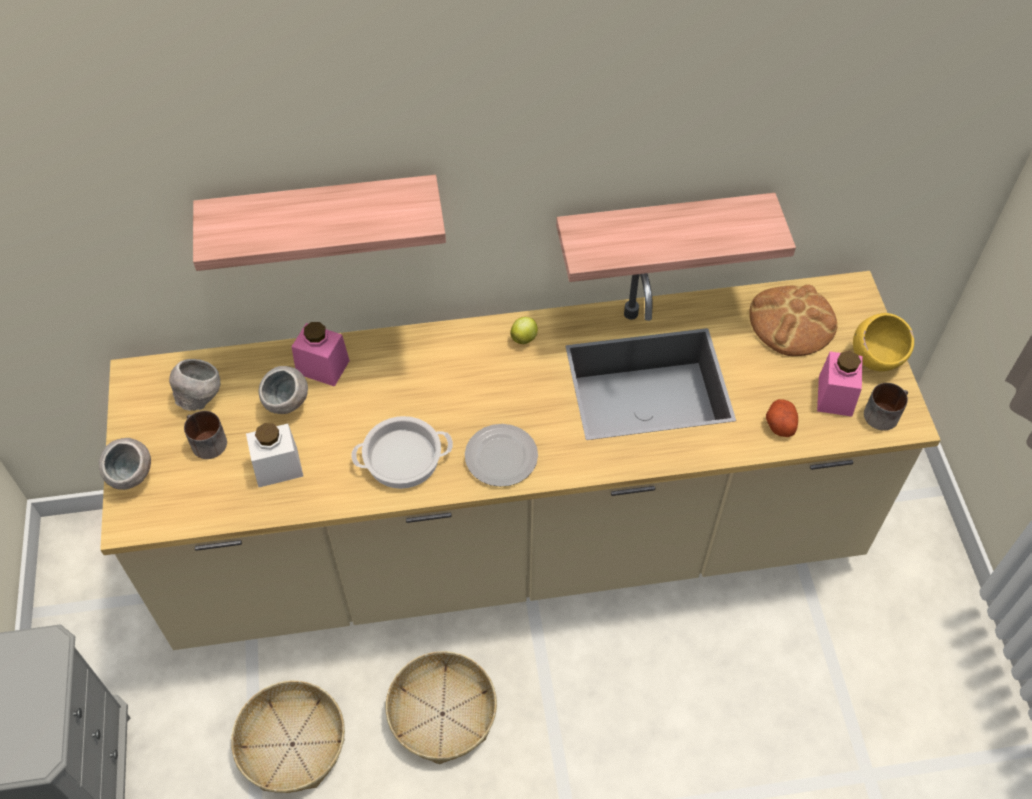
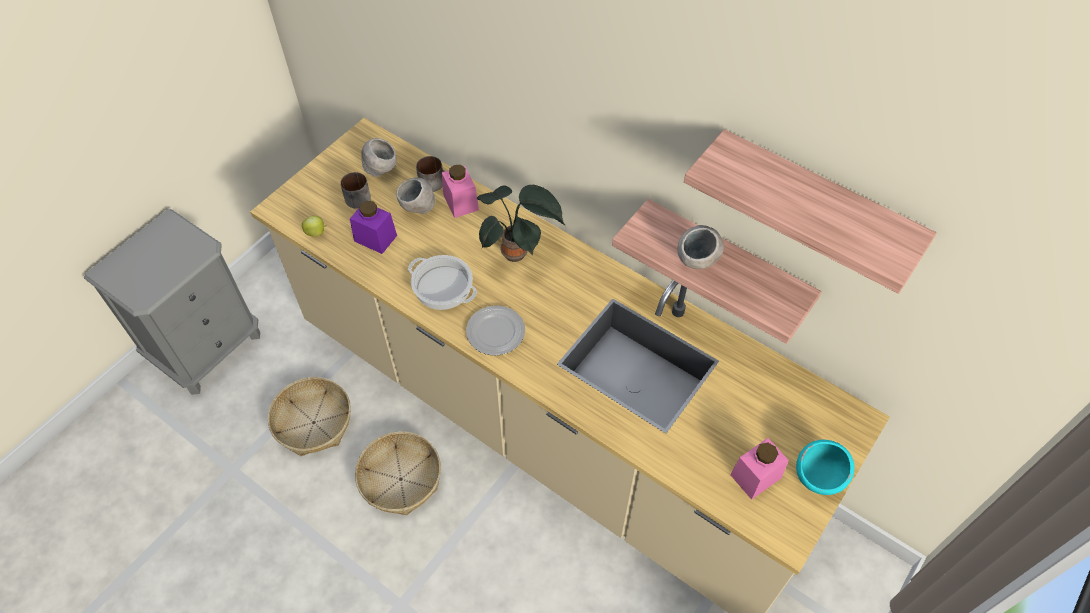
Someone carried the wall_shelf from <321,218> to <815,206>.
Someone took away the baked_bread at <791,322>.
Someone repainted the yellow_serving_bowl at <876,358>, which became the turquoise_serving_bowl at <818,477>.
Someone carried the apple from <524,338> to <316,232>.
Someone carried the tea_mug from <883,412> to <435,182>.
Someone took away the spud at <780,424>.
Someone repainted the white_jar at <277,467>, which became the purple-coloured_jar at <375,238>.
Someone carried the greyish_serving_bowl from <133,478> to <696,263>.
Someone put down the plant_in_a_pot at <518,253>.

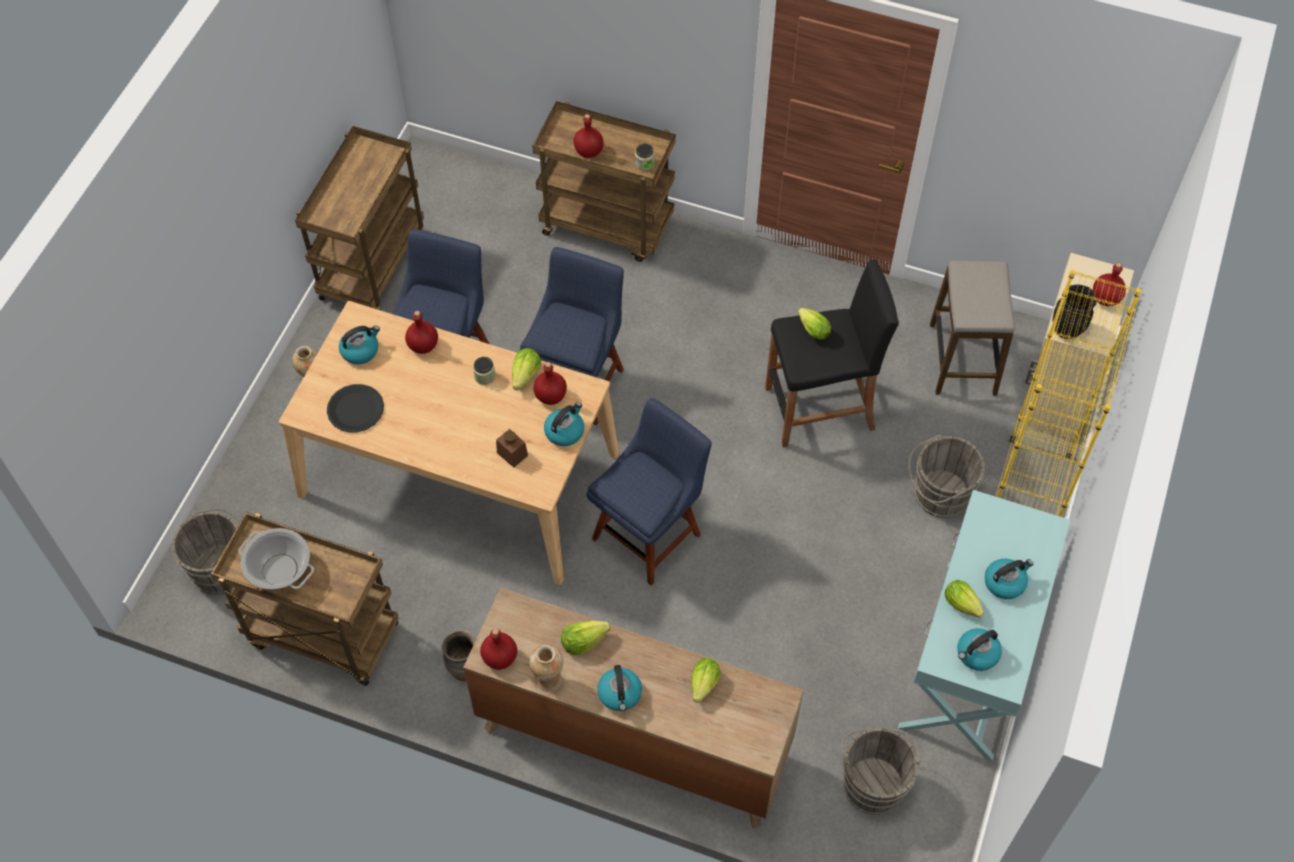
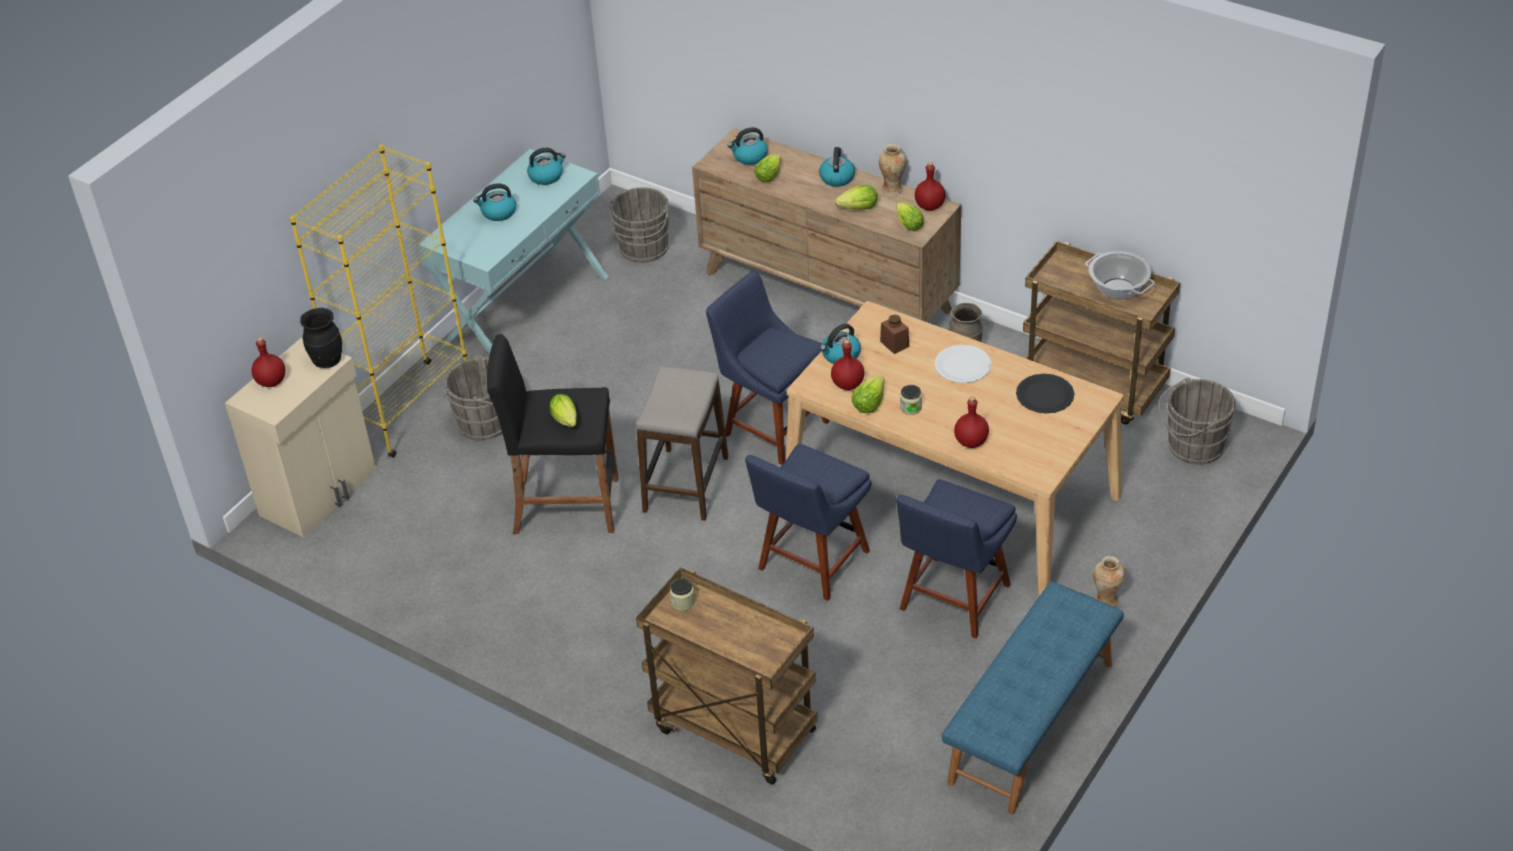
Someone took away the red-coloured_bottle at <588,151>.
Someone swapped the brown_trolley at <372,264> for the blue_long_seat at <1032,723>.
Someone carried the stool_seat from <962,359> to <686,484>.
Someone carried the tea_kettle from <360,350> to <749,157>.
Someone rotated the blue_upright_chair at <650,533> by 75 degrees clockwise.
Someone carried the lettuce from <963,606> to <907,224>.
Someone put down the white_dinner_plate at <962,365>.

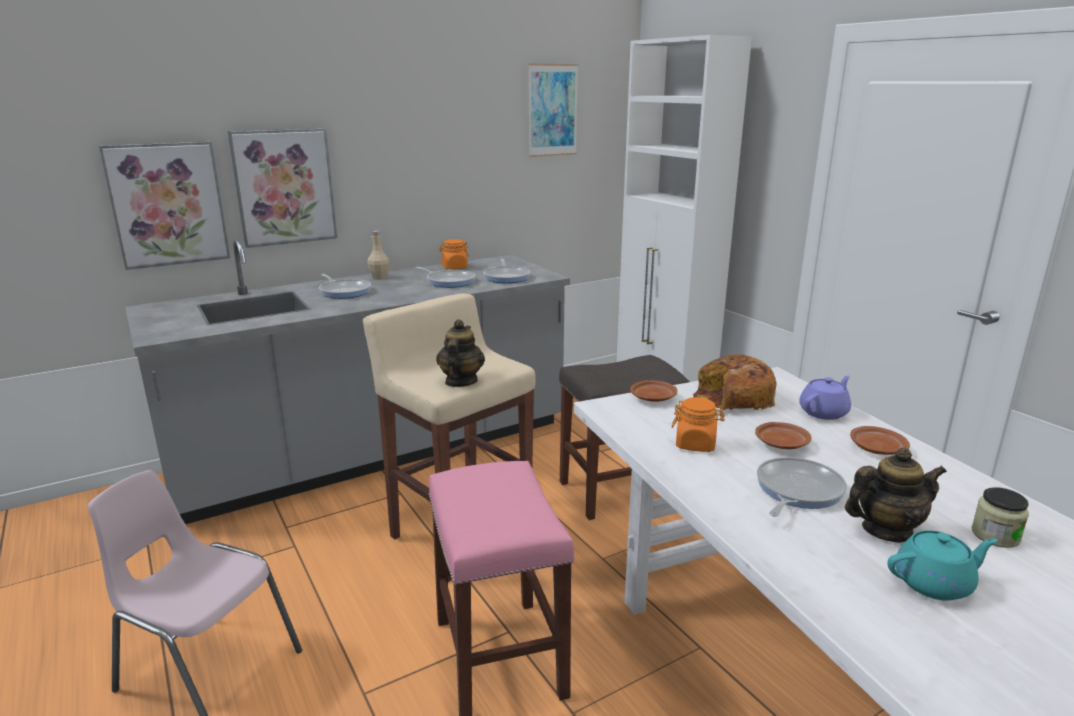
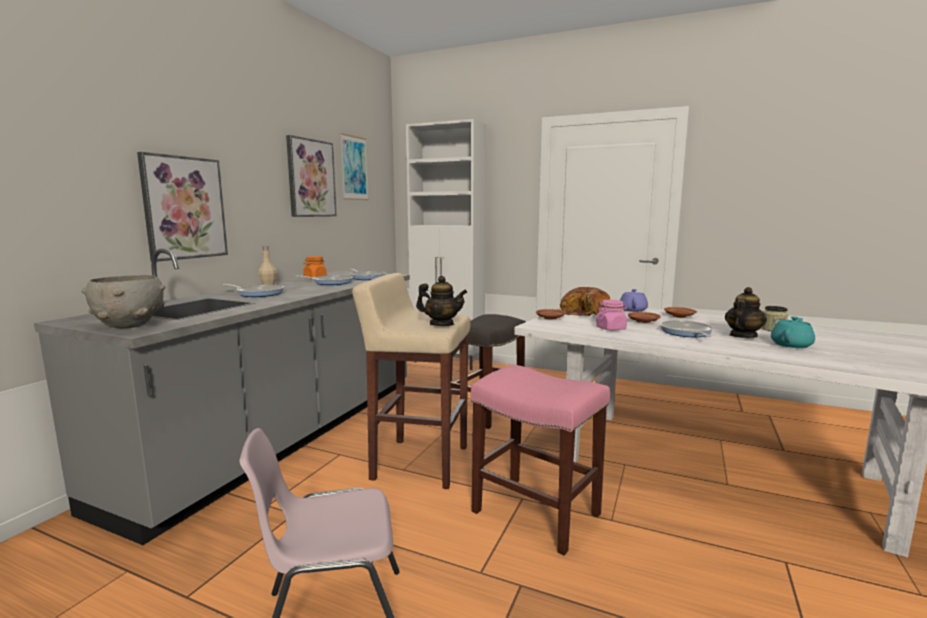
Someone carried the wall_picture from <167,204> to <311,178>.
Someone rotated the teapot at <460,381> by 135 degrees clockwise.
Someone repainted the orange_jar at <695,444>, which became the pinkish_jar at <611,328>.
Someone put down the greyish_serving_bowl at <130,326>.

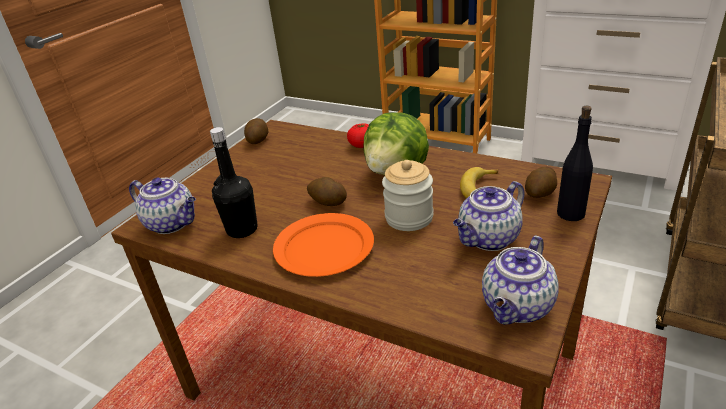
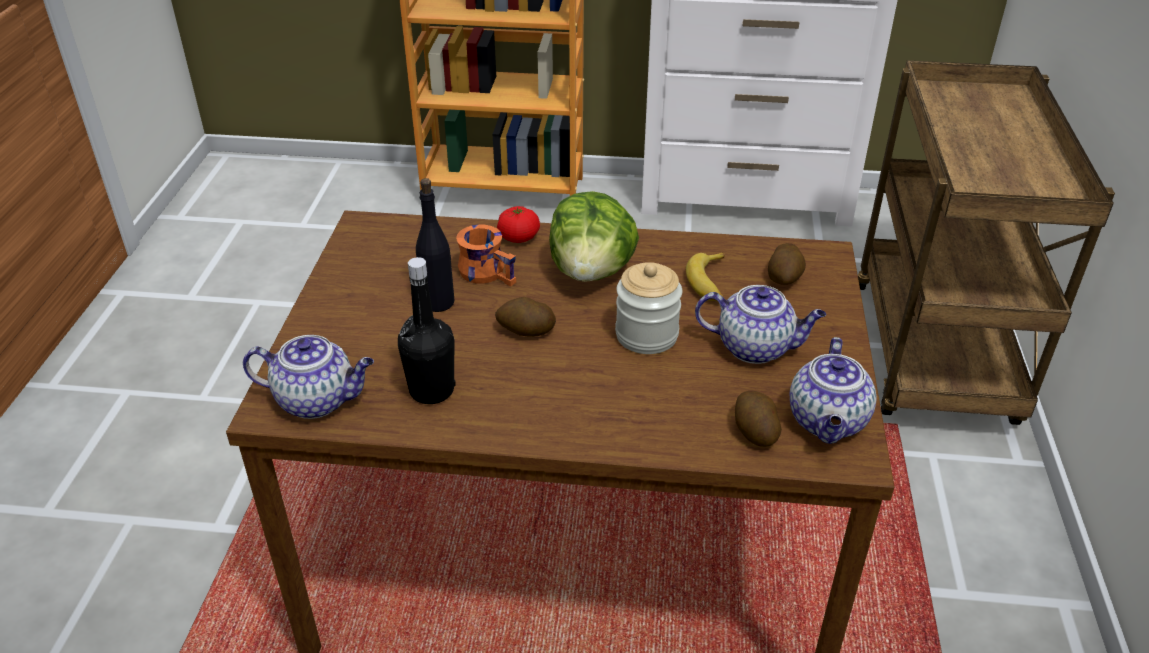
Someone carried the black_bottle from <571,213> to <438,302>.
Someone carried the spud from <257,140> to <754,431>.
Someone rotated the teapot at <488,239> by 105 degrees counterclockwise.
Someone took away the orange_dinner_plate at <324,248>.
Someone put down the orange_tea_mug at <489,272>.

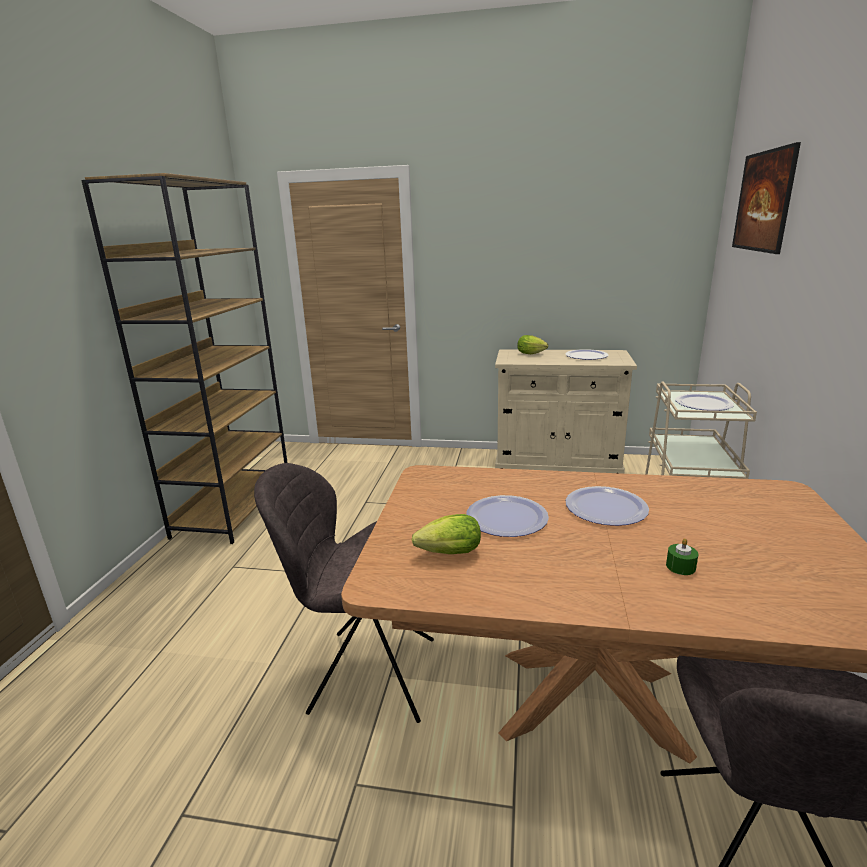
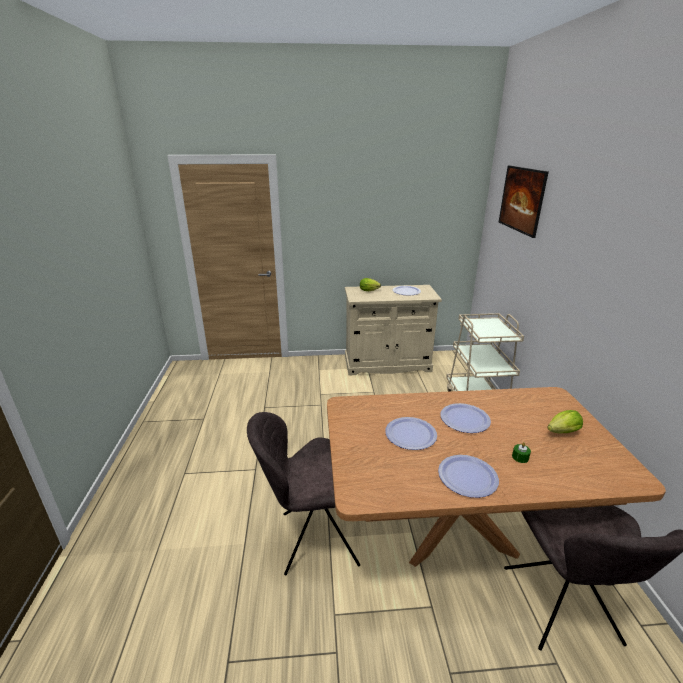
Someone took away the brown_shelving_unit at <234,507>.
Someone carried the dinner_plate from <703,404> to <467,476>.
Someone carried the lettuce from <446,554> to <561,433>.

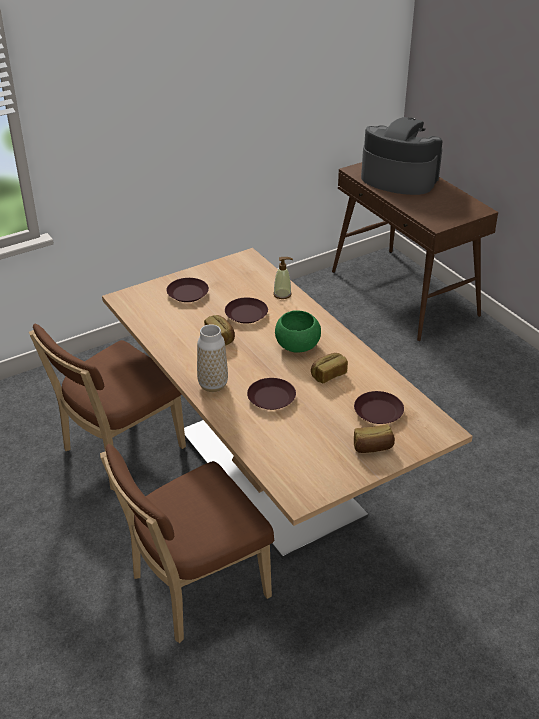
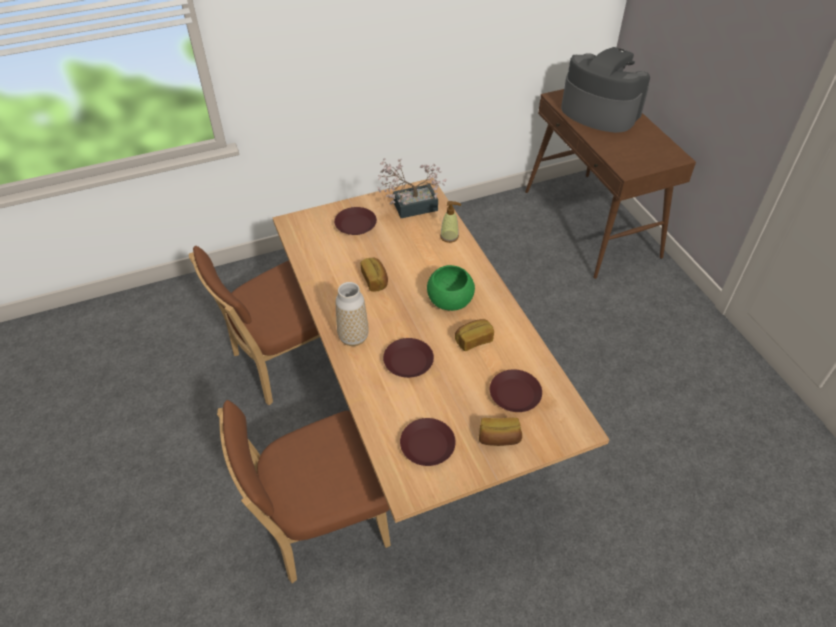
Someone carried the brown_dinner_plate from <246,314> to <428,445>.
Someone put down the plant_in_a_pot at <410,207>.

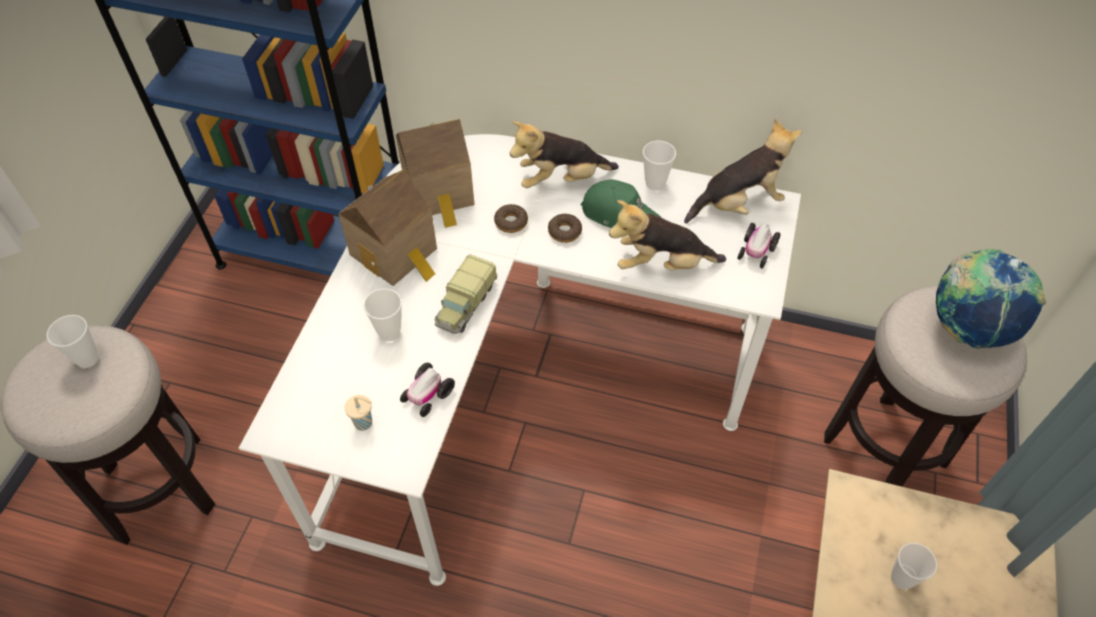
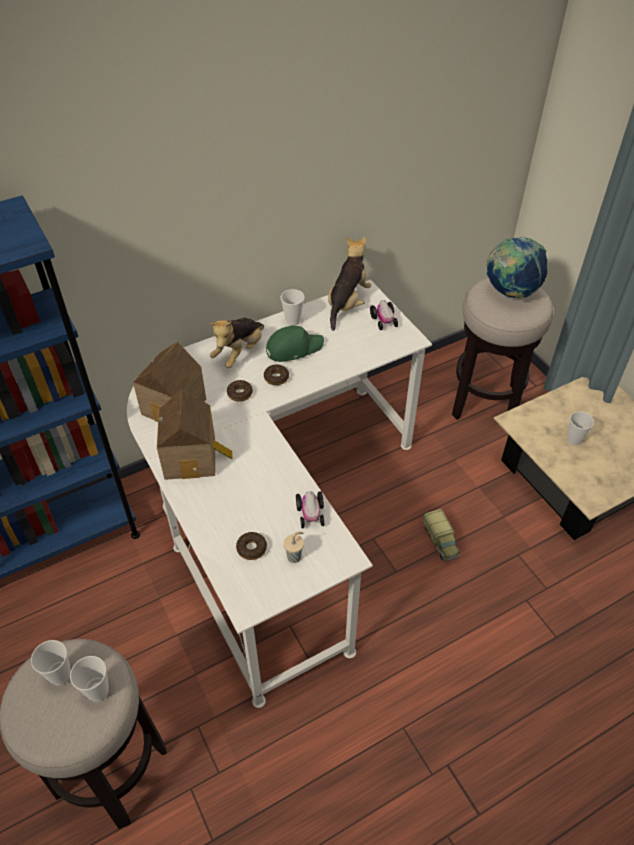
Someone took away the cuddly_toy at <661,264>.
Someone carried the toy_lorry from <465,304> to <440,541>.
Someone carried the small_cup from <389,332> to <98,691>.
Someone put down the donut at <251,548>.

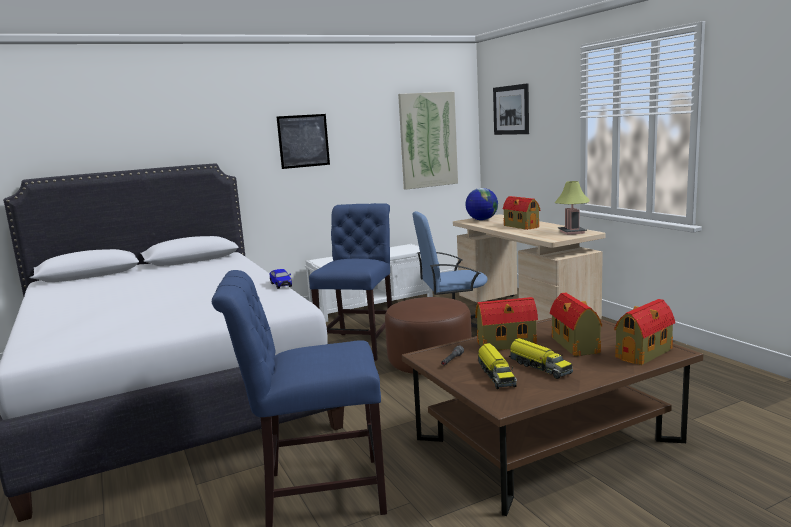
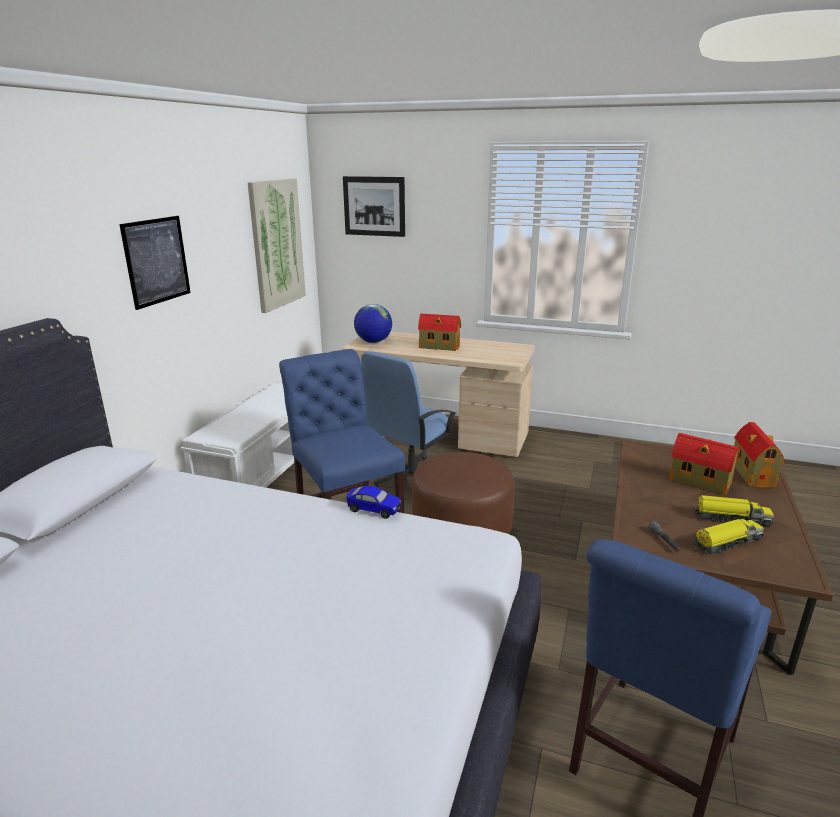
Someone took away the tabletop_lamp at <572,232>.
Someone took away the miniature_house at <505,344>.
Someone rotated the toy_lorry at <496,375> by 60 degrees counterclockwise.

